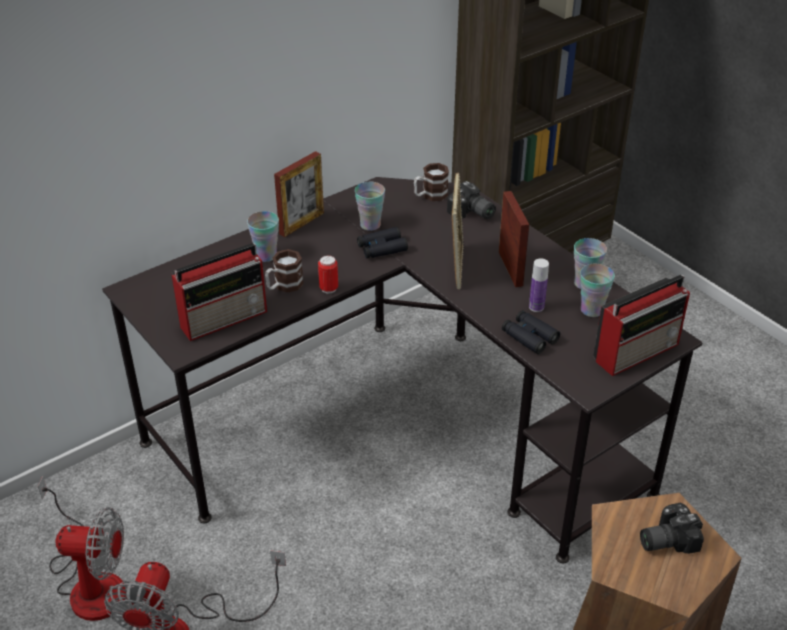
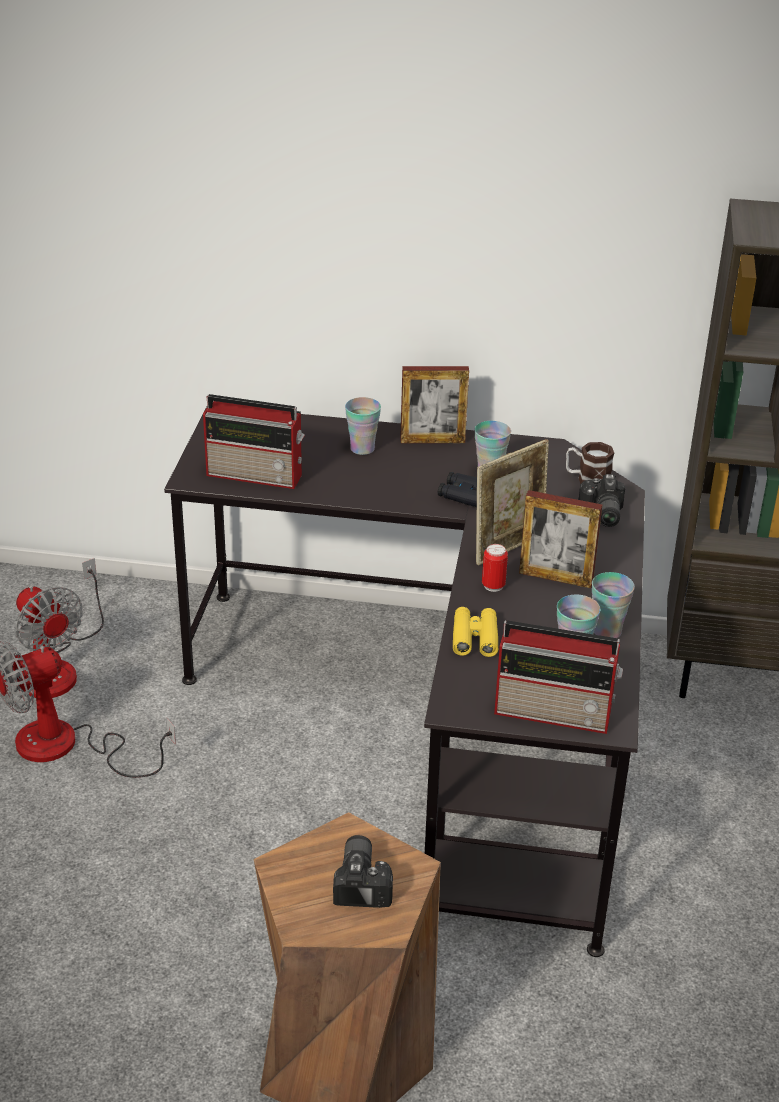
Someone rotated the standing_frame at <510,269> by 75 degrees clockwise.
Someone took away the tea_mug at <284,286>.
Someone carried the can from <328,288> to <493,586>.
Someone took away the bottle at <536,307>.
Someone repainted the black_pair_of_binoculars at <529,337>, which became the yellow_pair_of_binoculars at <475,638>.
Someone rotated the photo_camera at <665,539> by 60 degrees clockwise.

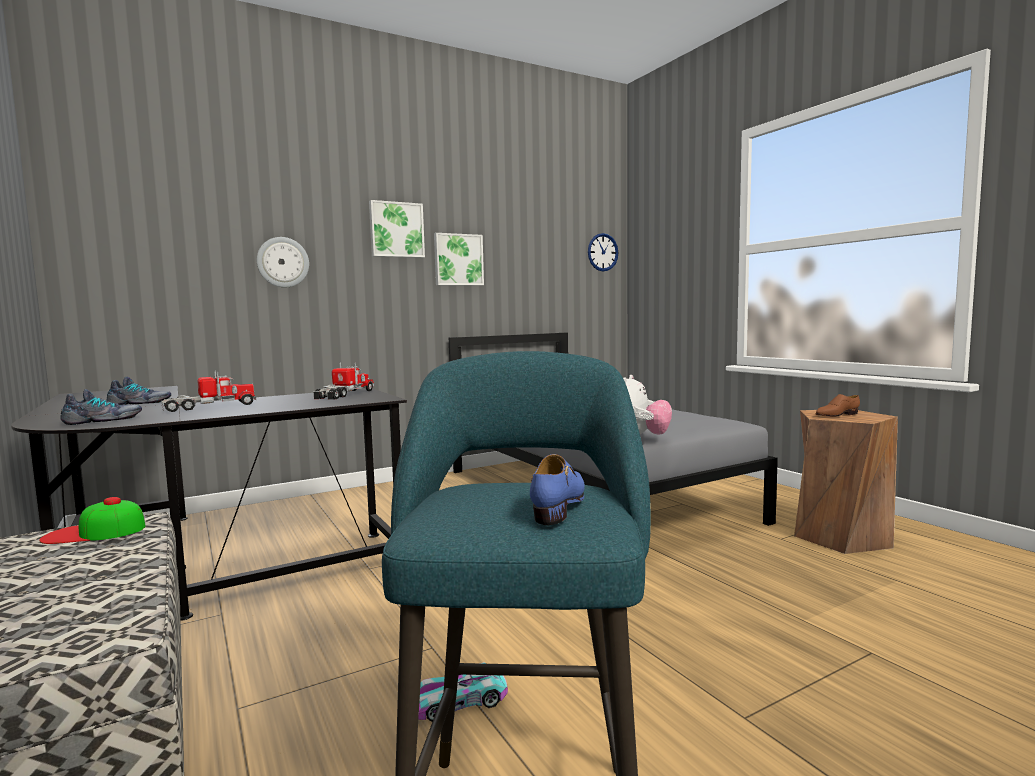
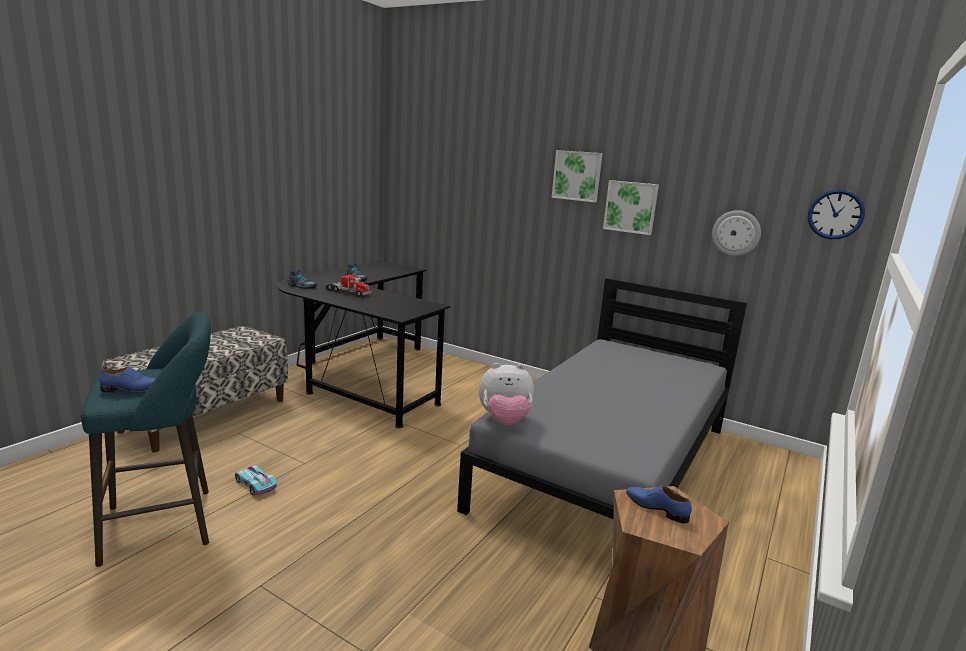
Someone carried the wall_clock from <283,262> to <736,233>.
Someone took away the toy_lorry at <345,395>.
Someone repainted the brown_shoe at <836,415>, which became the blue_shoe at <656,508>.
Someone took away the peaked_cap at <94,532>.

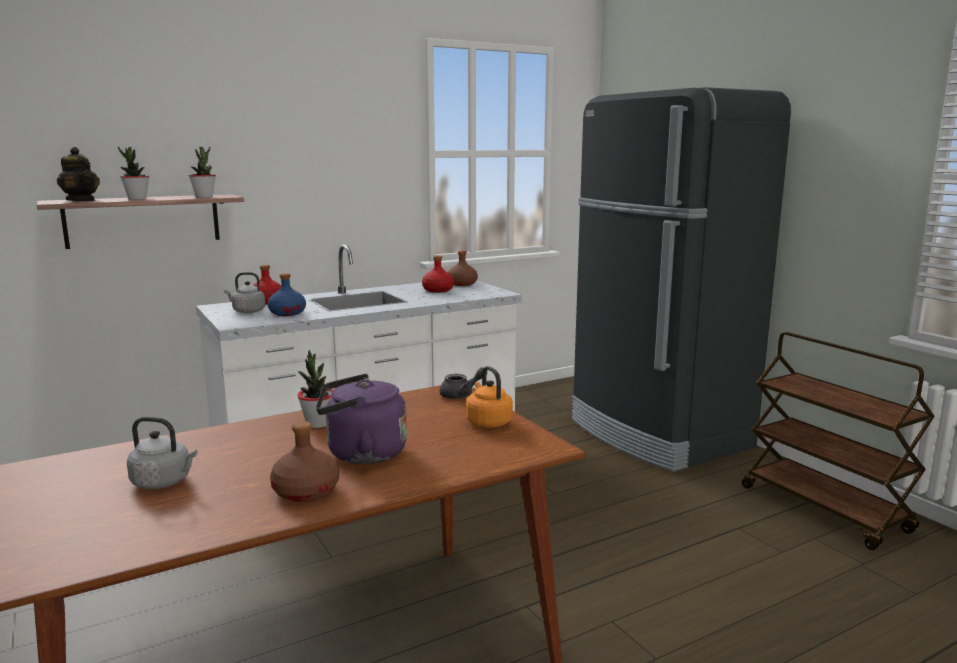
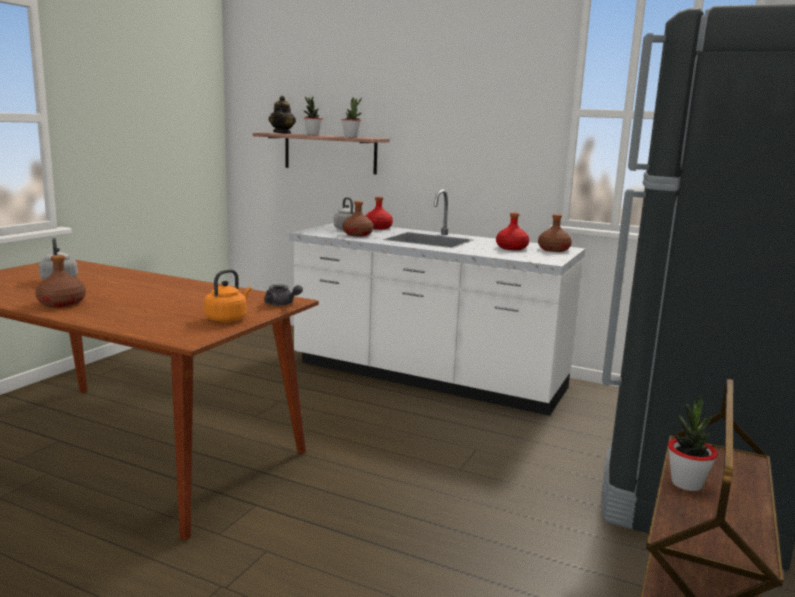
Someone repainted the blue_bottle at <287,313>, which became the brown_bottle at <358,234>.
Someone carried the plant_in_a_pot from <318,423> to <686,484>.
Someone took away the purple-coloured_tea_kettle at <361,454>.

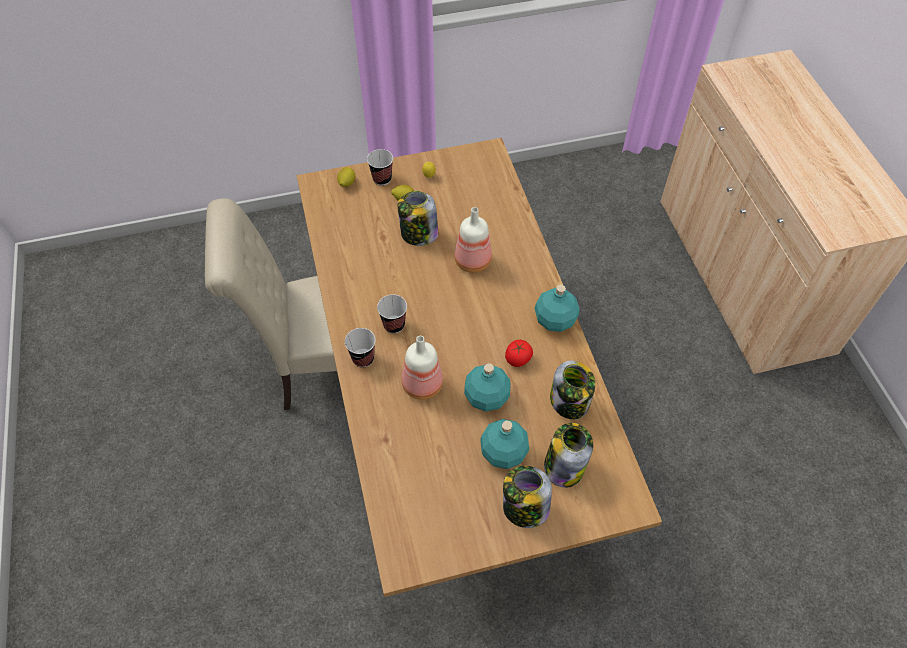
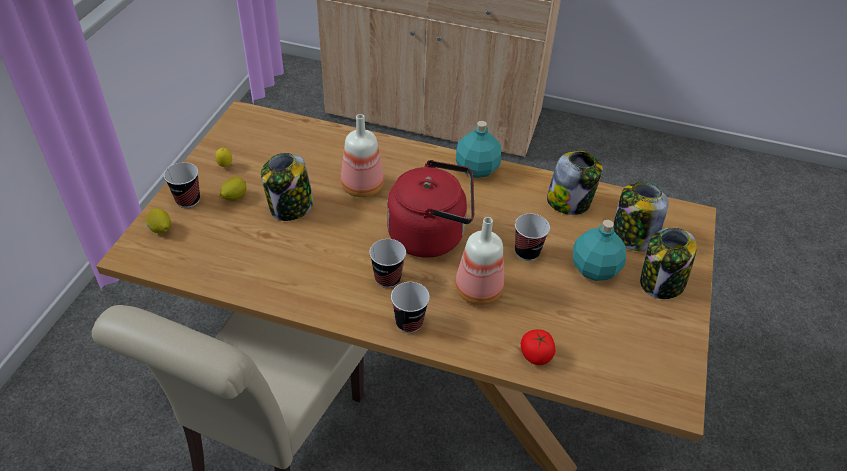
Someone carried the fresh_tomato from <518,359> to <536,355>.
Someone swapped the turquoise_bottle at <486,398> for the small_cup at <527,252>.
Someone put down the red-coloured_tea_kettle at <431,235>.

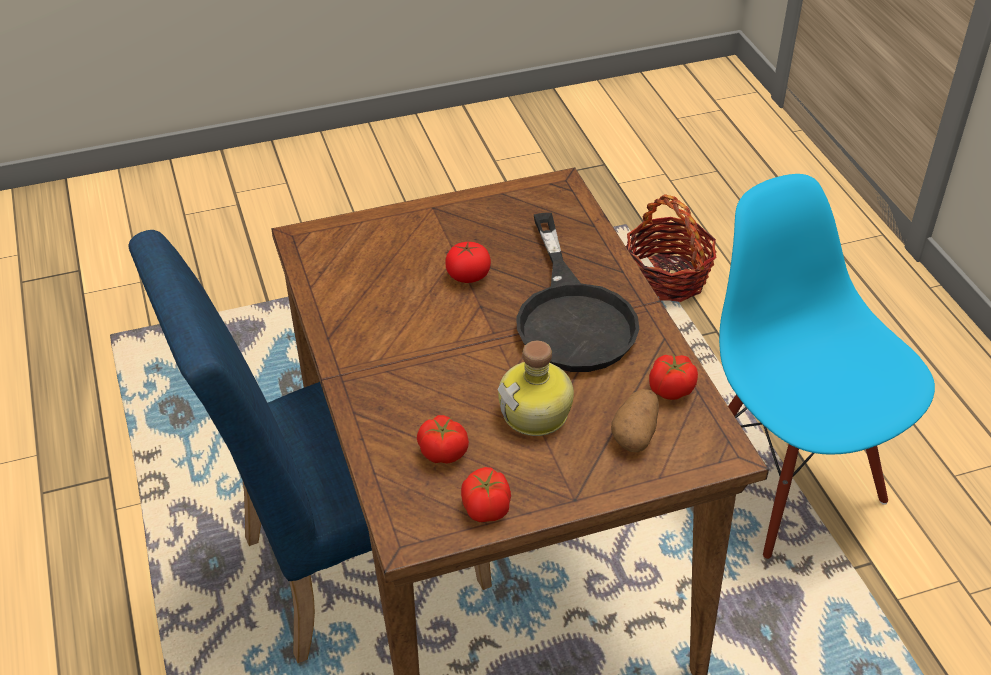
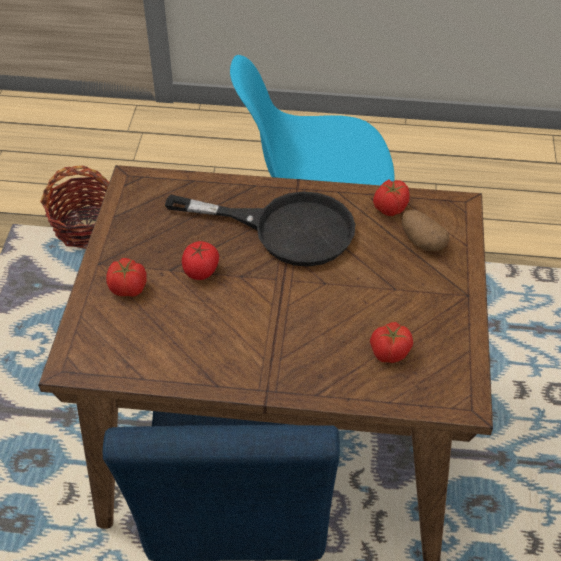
Someone took away the bottle at <537,414>.
Someone carried the fresh_tomato from <485,509> to <129,289>.

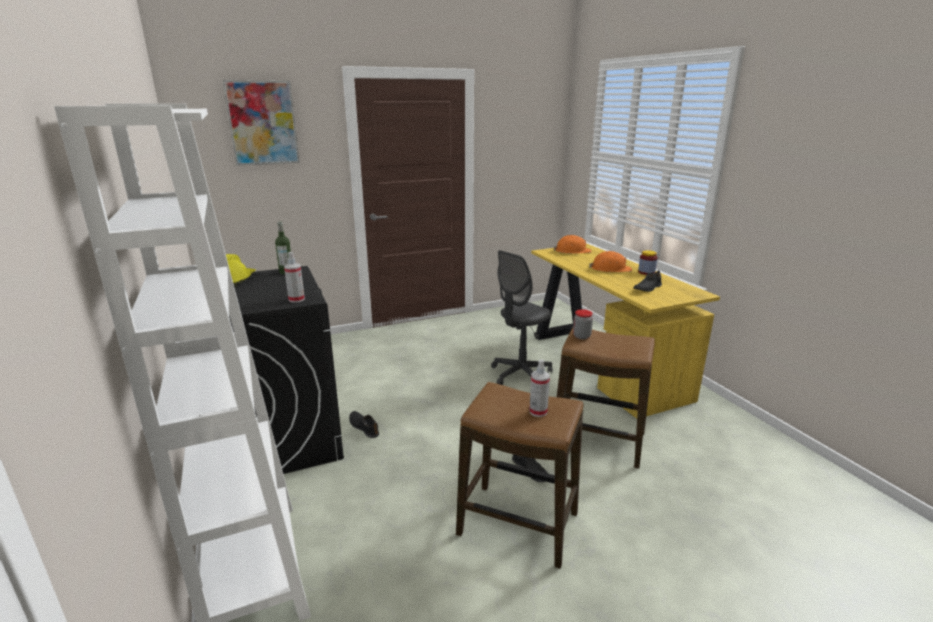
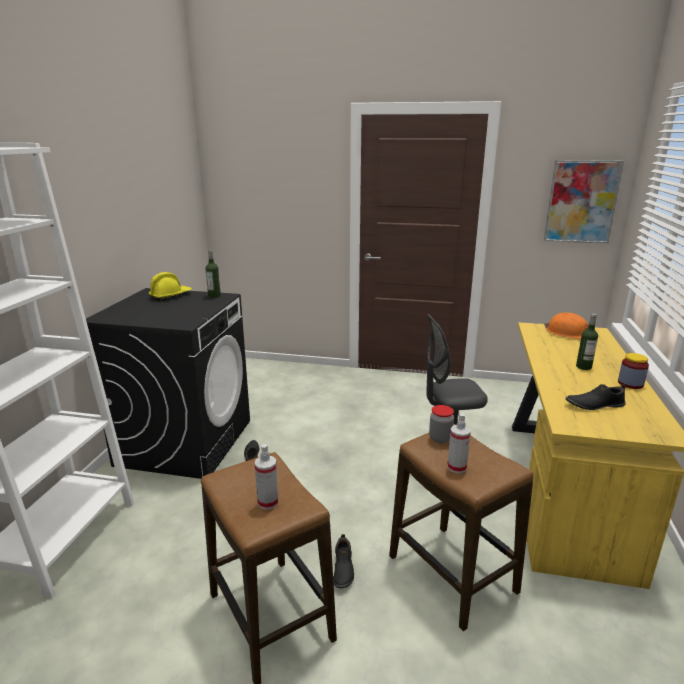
Someone carried the wall_picture from <262,123> to <581,202>.
Someone swapped the orange_hard_hat at <610,269> for the bottle at <583,367>.
Someone carried the spray_bottle from <296,299> to <456,467>.

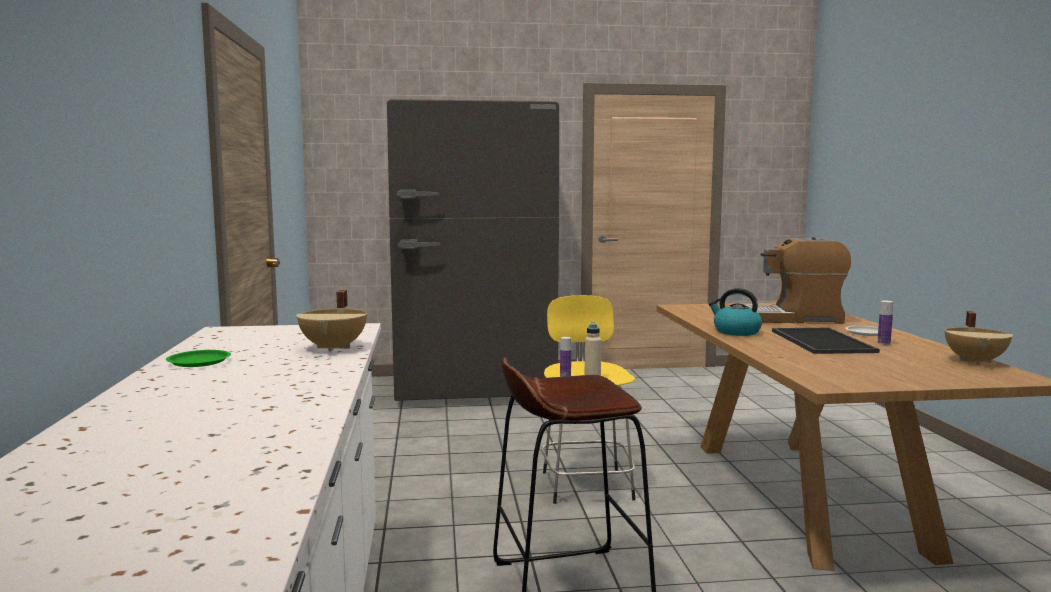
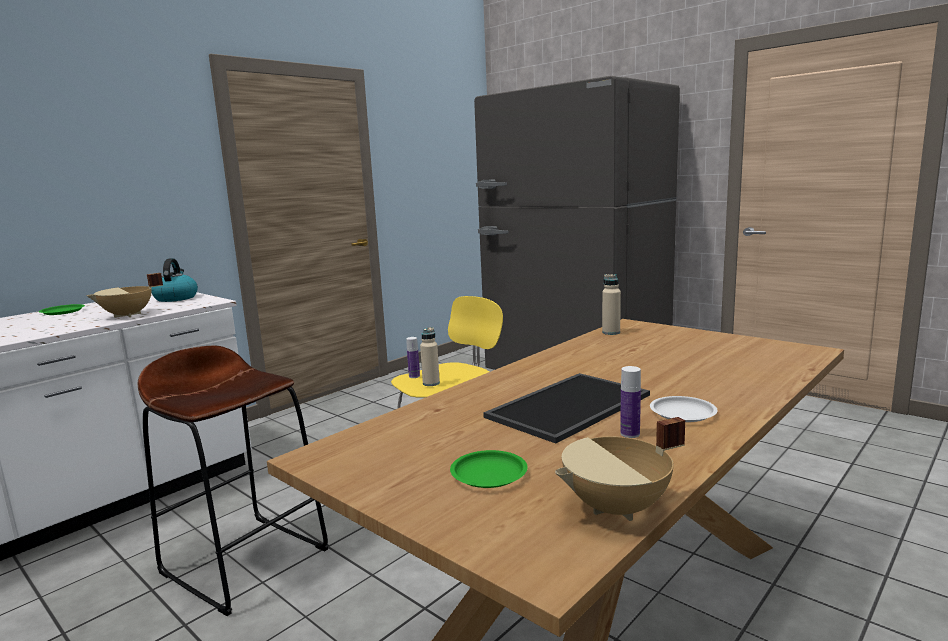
Someone took away the coffee_maker at <793,318>.
Someone carried the tea_kettle from <736,332> to <176,298>.
Someone put down the beige_bottle at <611,332>.
Someone put down the green_dinner_plate at <489,474>.

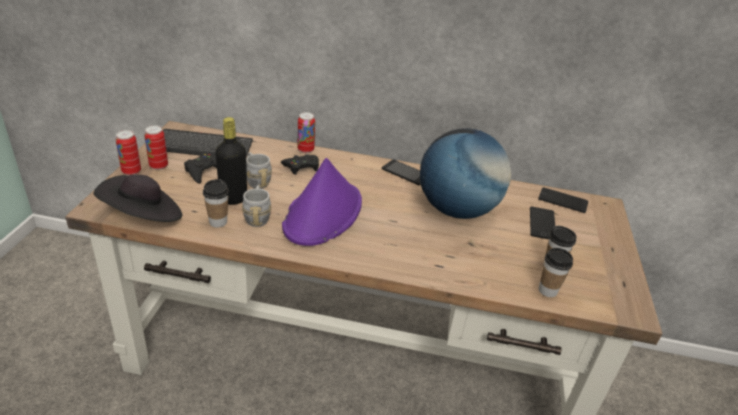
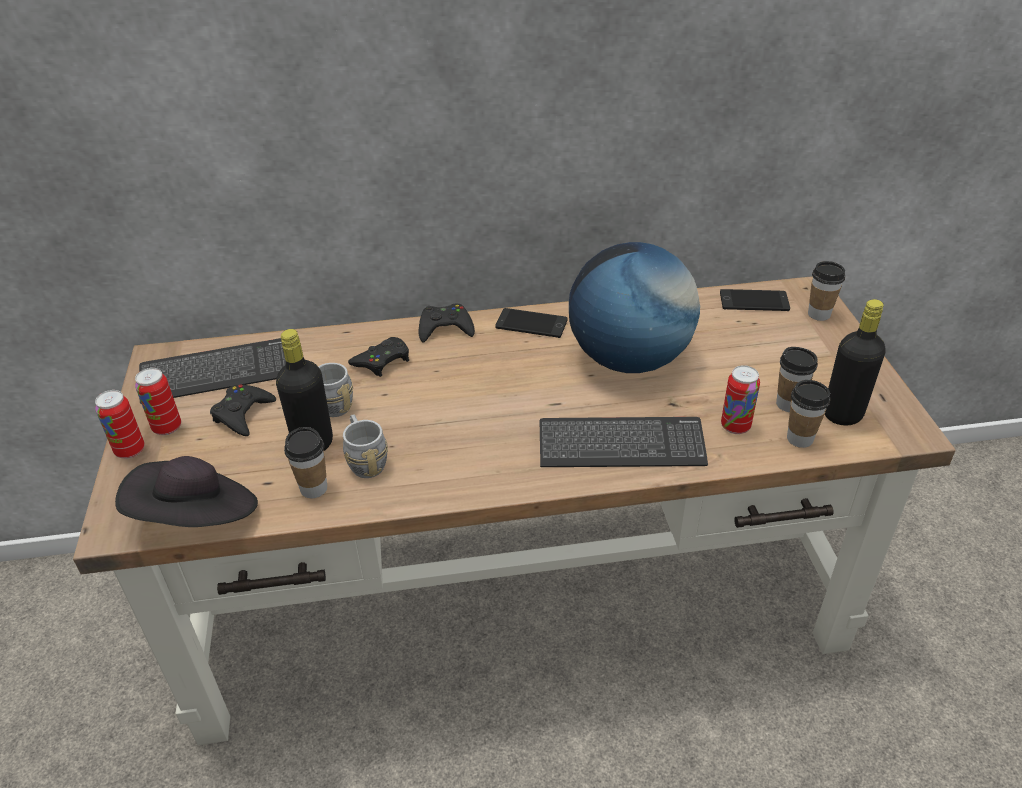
Someone carried the can from <305,150> to <735,426>.
Someone took away the purple-coloured_clothing_hat at <323,214>.
Someone took away the handset at <542,223>.
Someone put down the small_cup at <819,314>.
Someone put down the black_bottle at <842,414>.
Someone put down the black_joypad at <445,328>.
Someone put down the PC_keyboard at <621,445>.

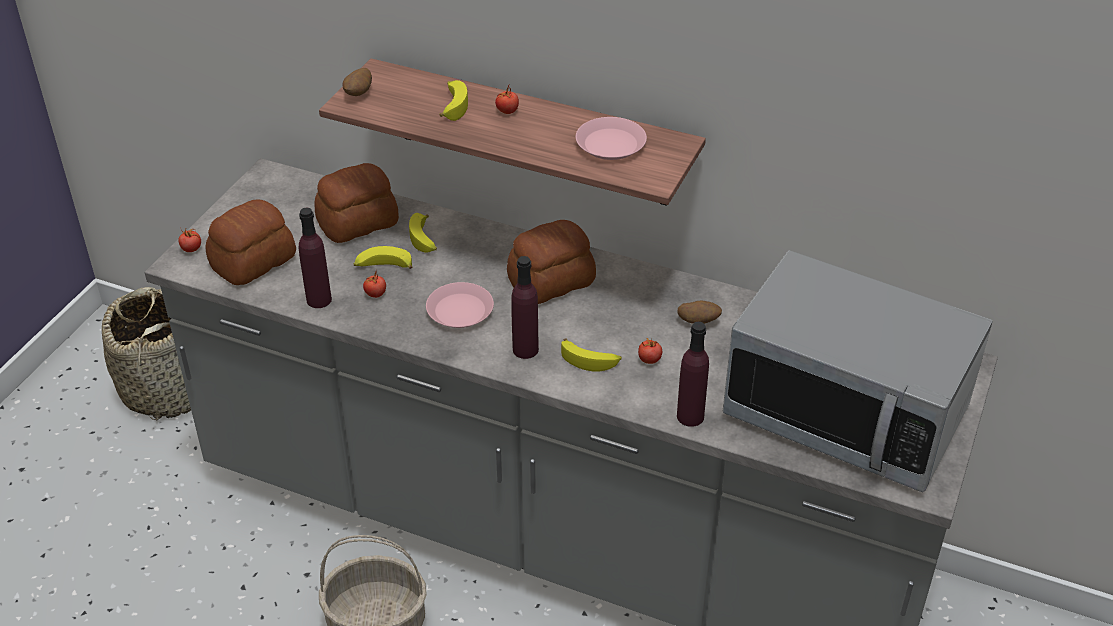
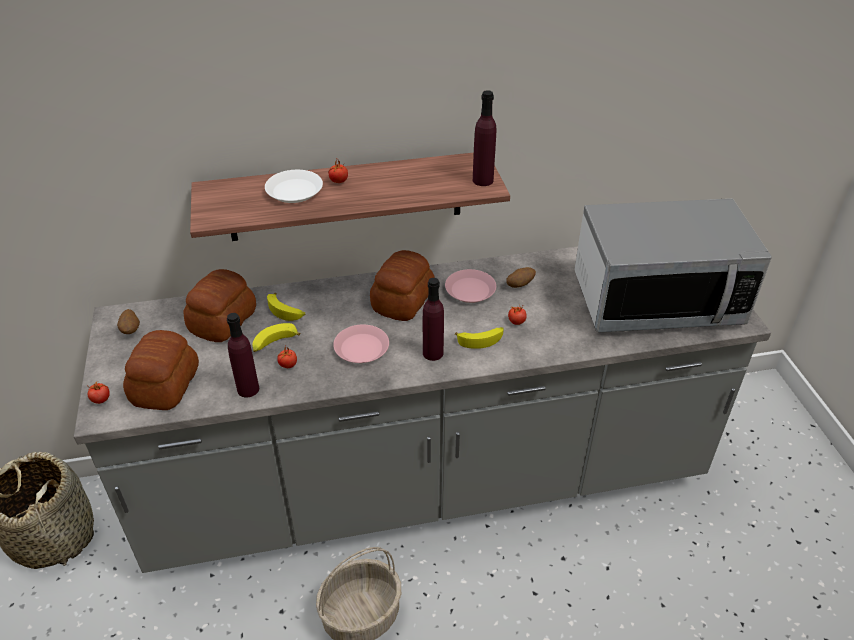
Someone carried the spud from <359,94> to <131,330>.
Someone swapped the whole_banana at <453,105> for the white_dinner_plate at <294,191>.
Someone carried the pinkish_dinner_plate from <610,144> to <470,290>.
Someone carried the purple-coloured_bottle from <690,416> to <482,180>.

